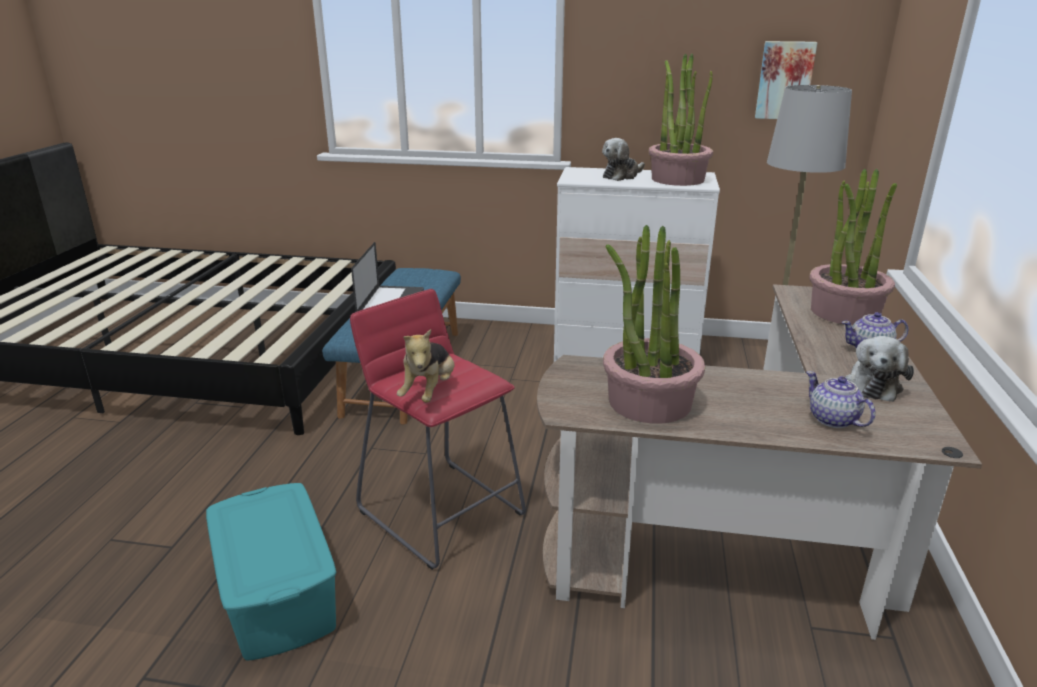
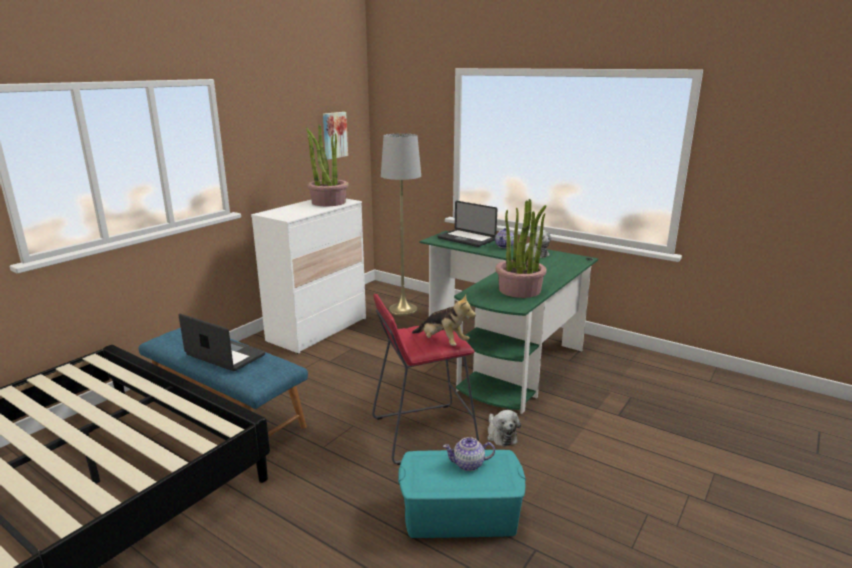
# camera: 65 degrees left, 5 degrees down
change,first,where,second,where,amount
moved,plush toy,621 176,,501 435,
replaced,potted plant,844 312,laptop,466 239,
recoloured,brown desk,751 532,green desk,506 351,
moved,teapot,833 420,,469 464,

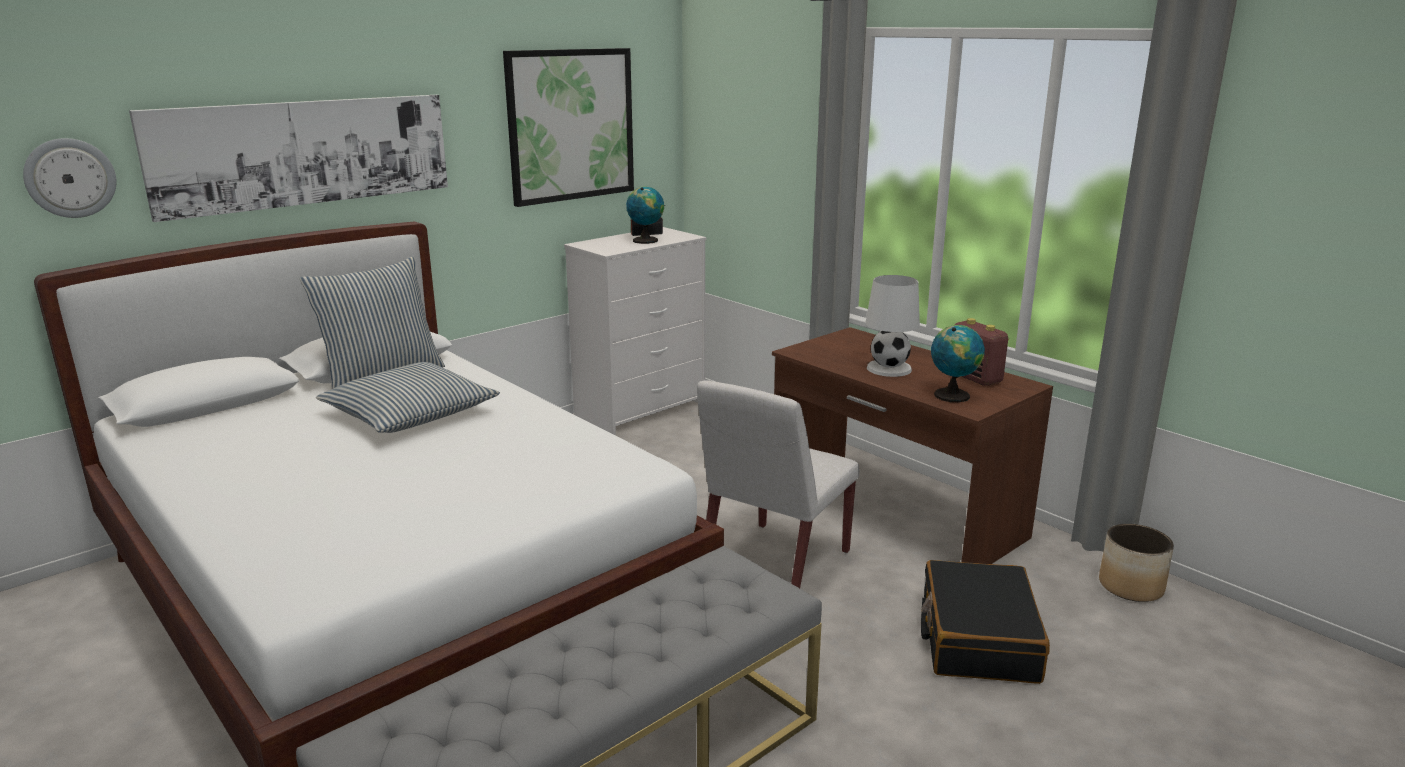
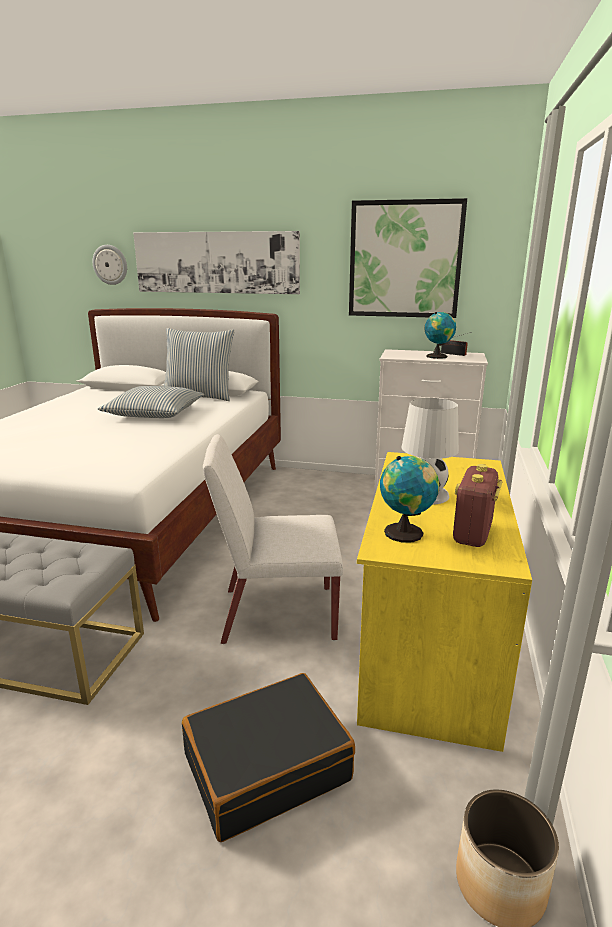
# camera: 55 degrees right, 0 degrees up
change,first,where,second,where,amount
recoloured,brown desk,893 514,yellow desk,428 643,

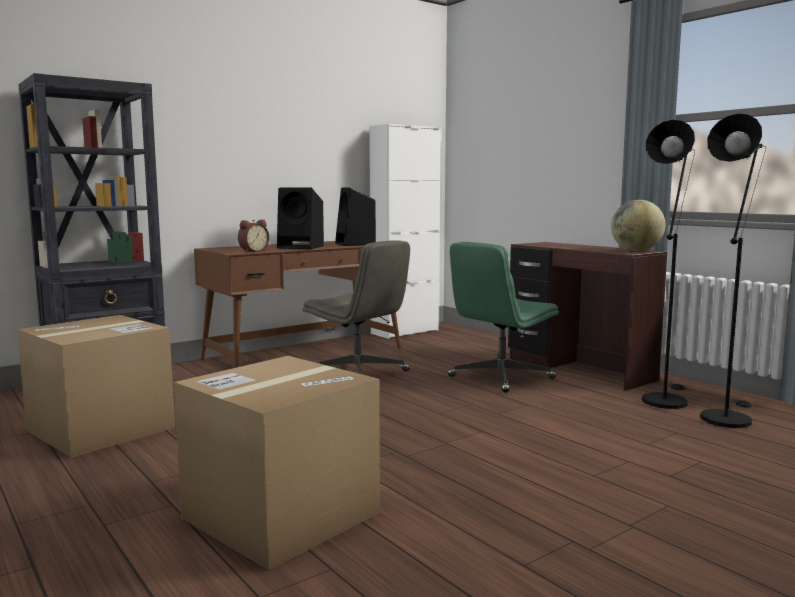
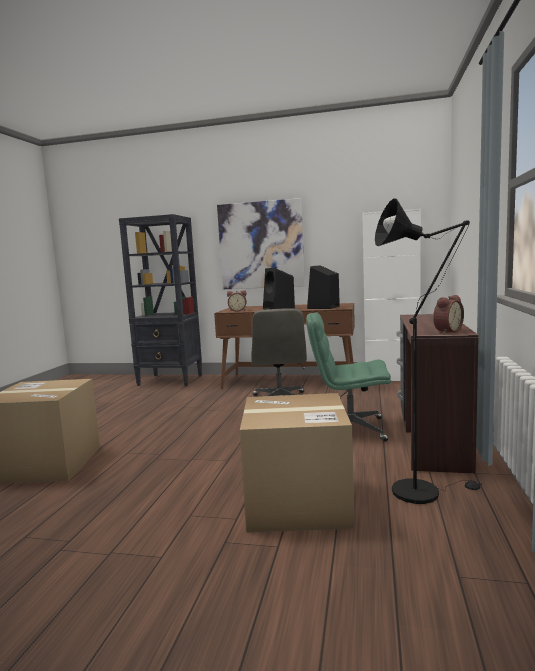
# camera: 50 degrees right, 0 degrees up
change,first,where,second,where,amount
removed,black floor lamp,726 417,,,
replaced,globe,636 251,alarm clock,446 331,
moved,cardboard box,101 429,,297 502,
added,,,picture,261 245,

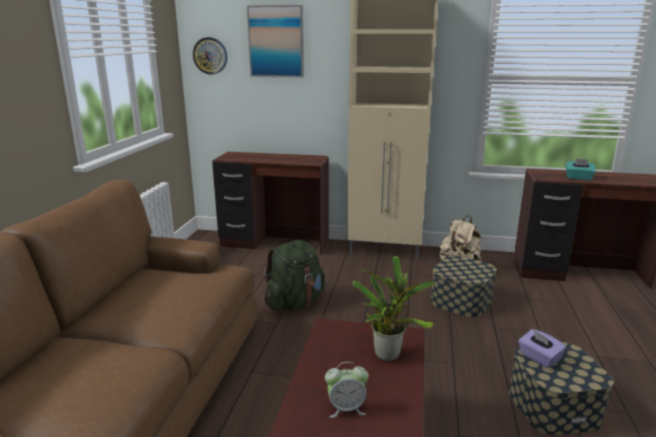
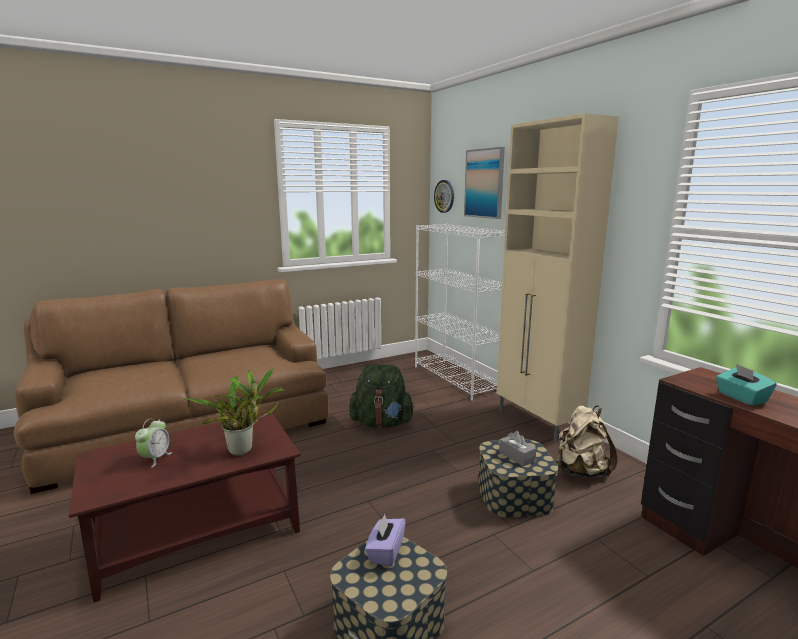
# camera: 50 degrees right, 5 degrees down
change,first,where,second,where,amount
replaced,brown desk,275 244,white bookcase,457 379,
turned,alarm clock,346 408,,155 458,120 degrees counterclockwise
added,,,grey tissue box,516 456,

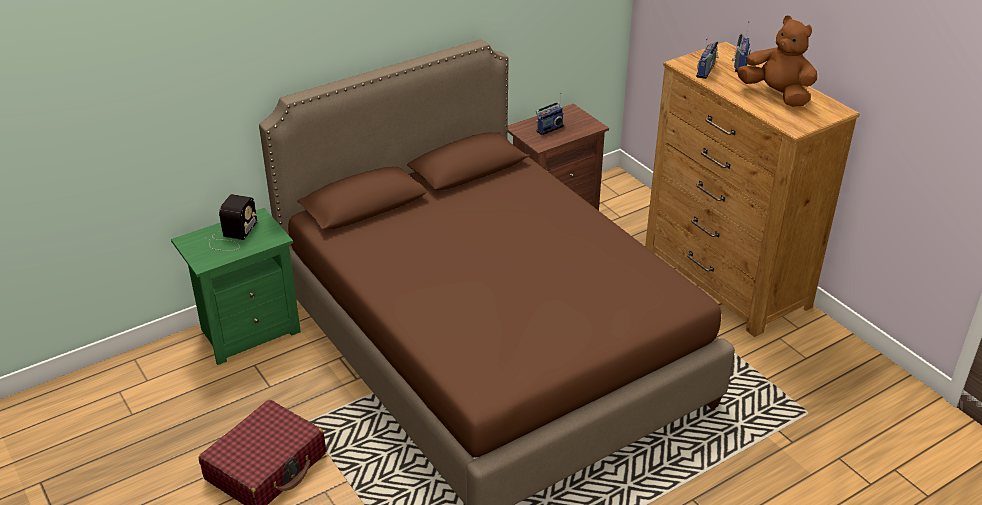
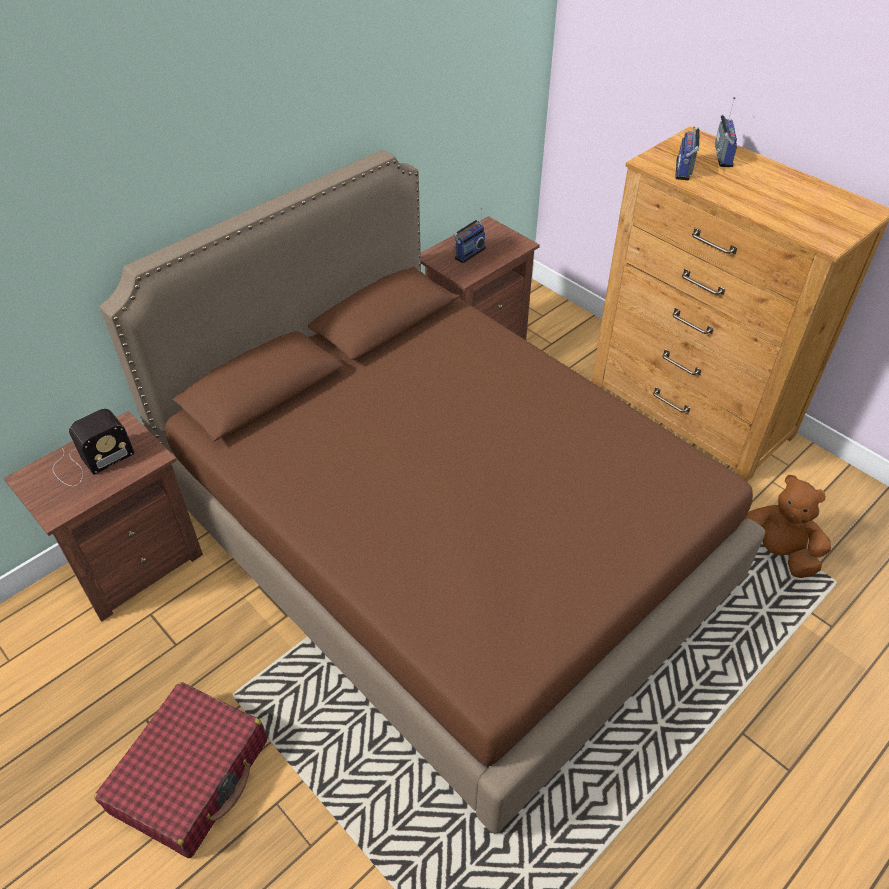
# camera: 10 degrees left, 10 degrees up
change,first,where,second,where,amount
moved,brown plush toy,776 95,,774 553,
turned,radio,232 236,,90 461,45 degrees clockwise
recoloured,green nightstand,248 331,brown nightstand,135 563,

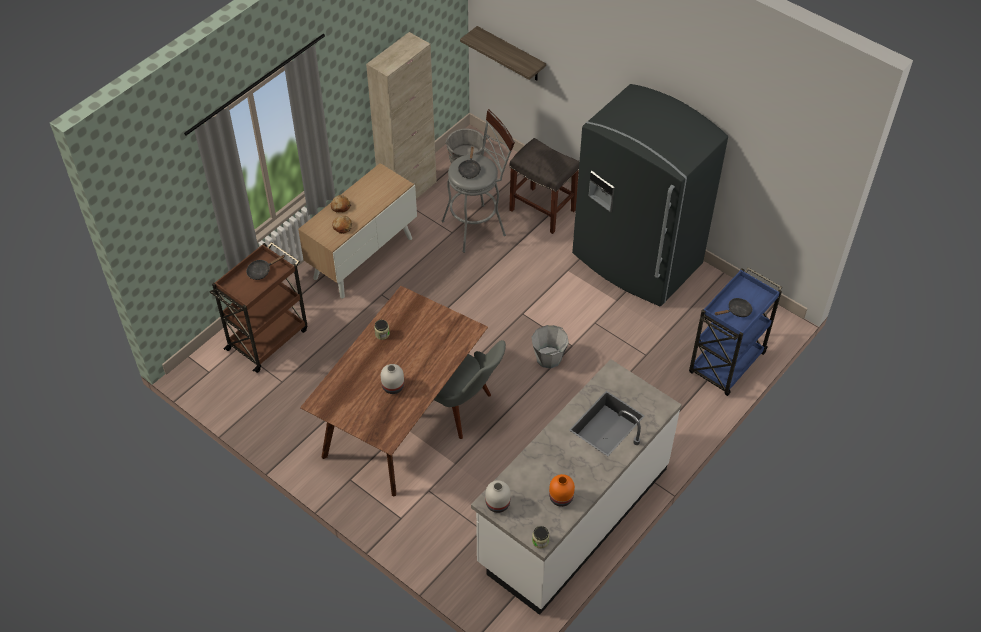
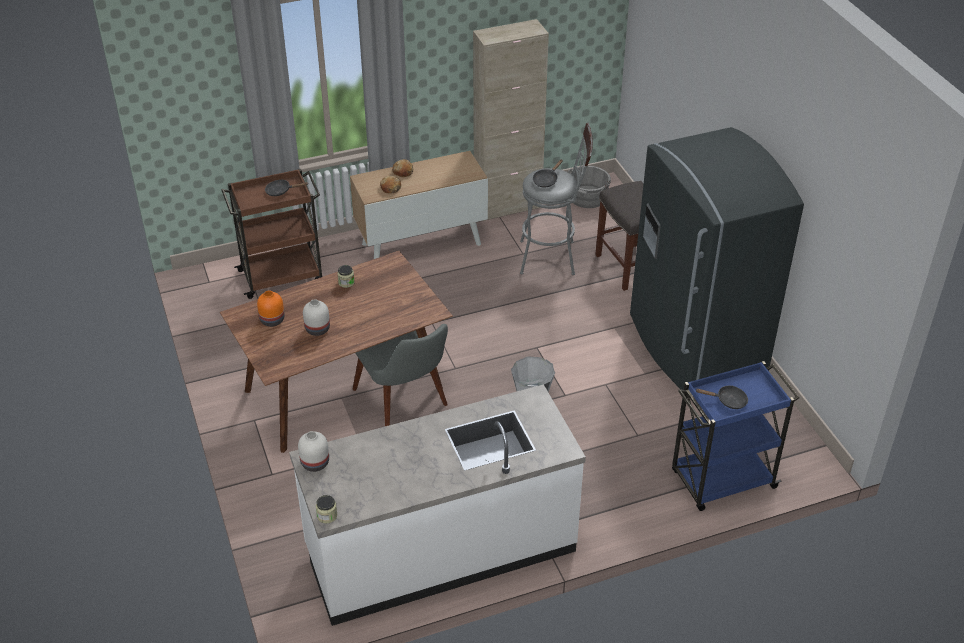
# camera: 30 degrees right, 10 degrees down
change,first,where,second,where,amount
removed,shelf,511 55,,,
moved,orange vase,560 497,,272 320,

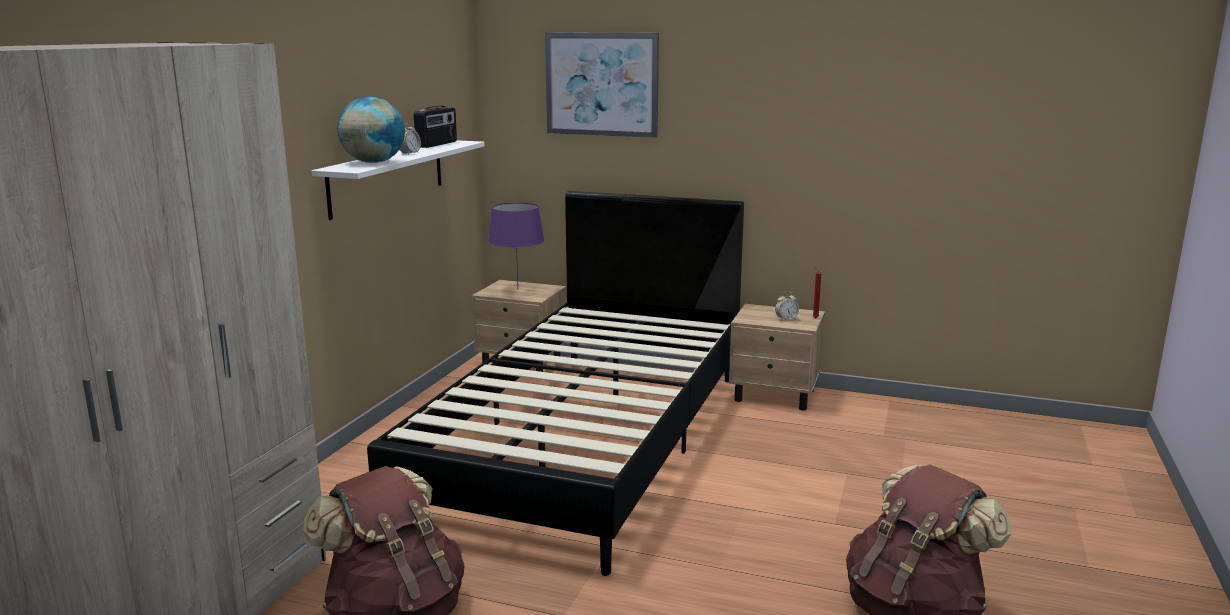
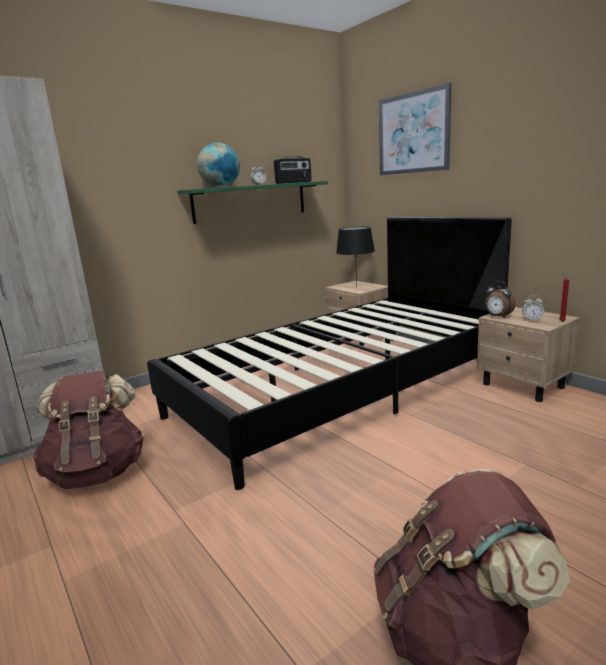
# camera: 35 degrees right, 0 degrees up
change,first,where,second,where,amount
recoloured,white shelf,388 177,green shelf,251 202,
recoloured,purple table lamp,518 289,black table lamp,356 286,
added,,,alarm clock,497 317,

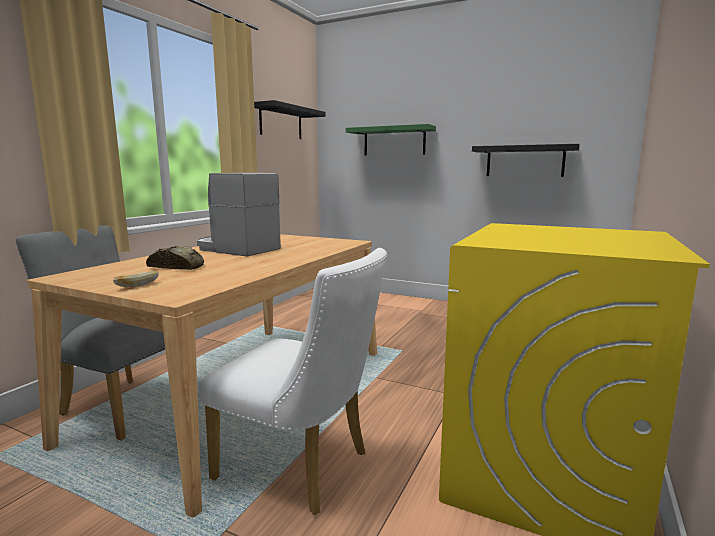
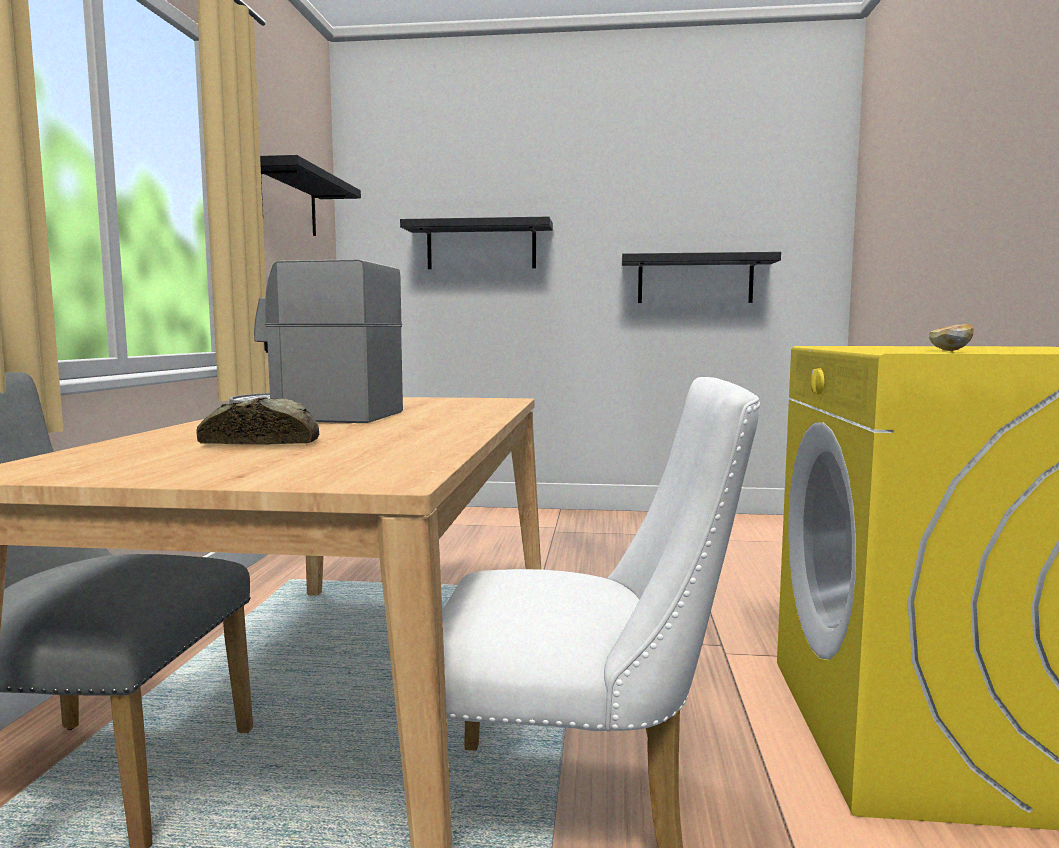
# camera: 20 degrees left, 5 degrees down
change,first,where,second,where,amount
recoloured,green shelf,394 141,black shelf,481 246,
moved,bread,137 286,,949 351,

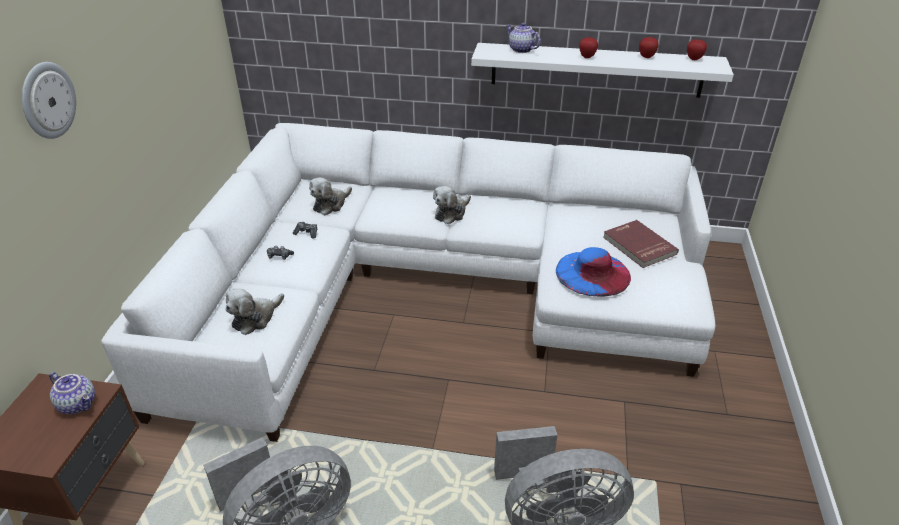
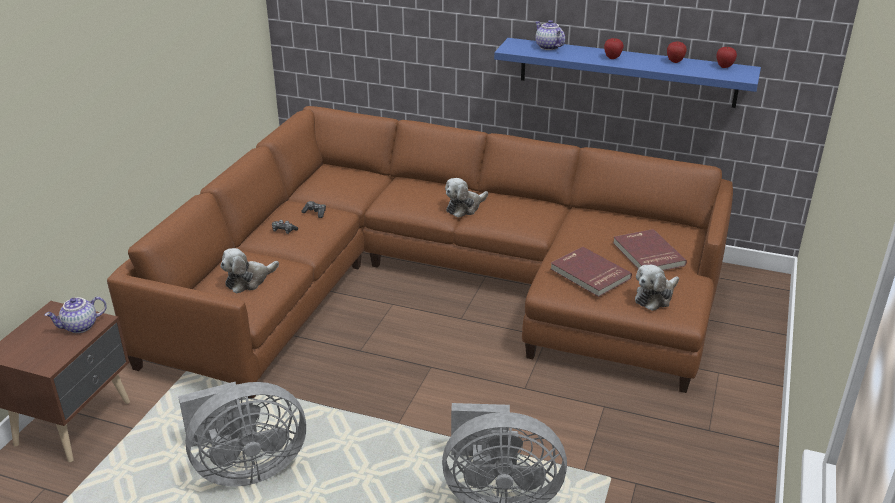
# camera: 10 degrees right, 5 degrees down
change,first,where,second,where,amount
recoloured,white shelf,596 70,blue shelf,627 72,
removed,wall clock,47 100,,,
recoloured,white sofa,431 287,brown sofa,438 283,
moved,plush toy,331 204,,655 297,
replaced,blue hat,592 273,red book,589 274,
turned,teapot,79 403,,80 327,105 degrees clockwise

